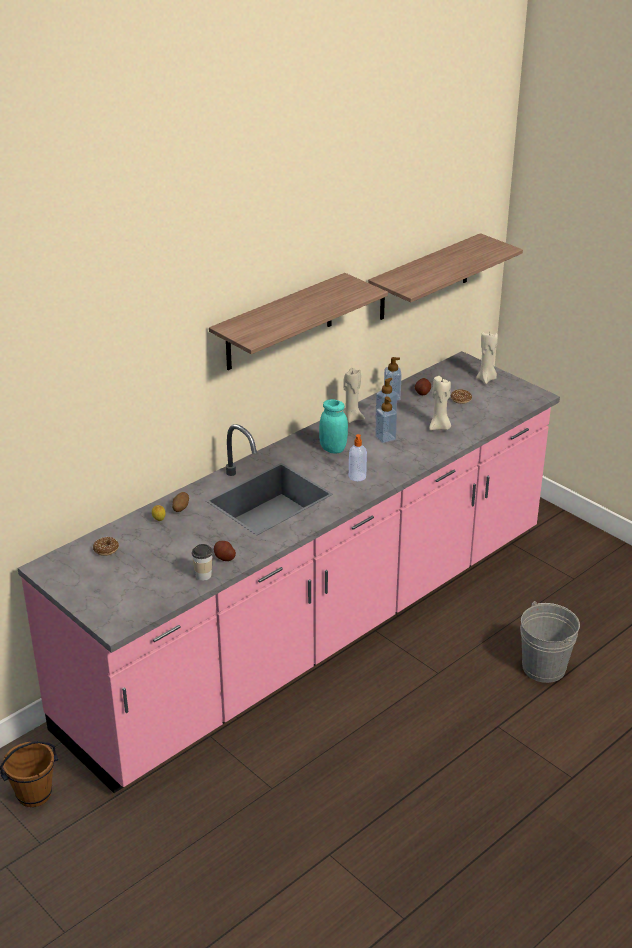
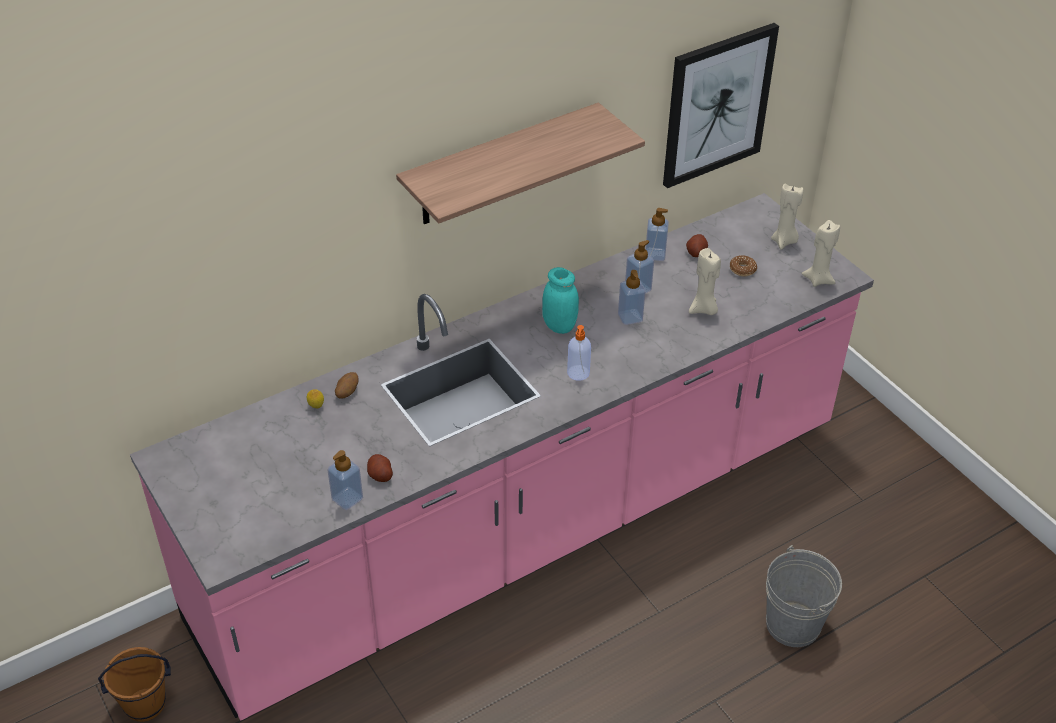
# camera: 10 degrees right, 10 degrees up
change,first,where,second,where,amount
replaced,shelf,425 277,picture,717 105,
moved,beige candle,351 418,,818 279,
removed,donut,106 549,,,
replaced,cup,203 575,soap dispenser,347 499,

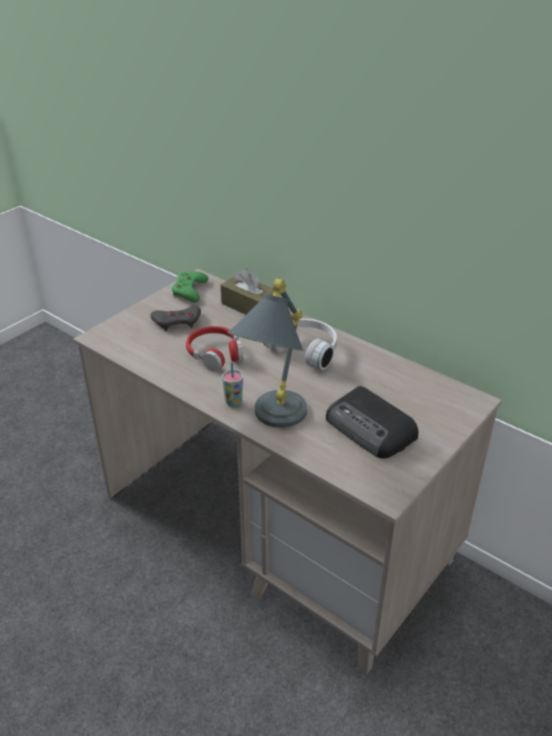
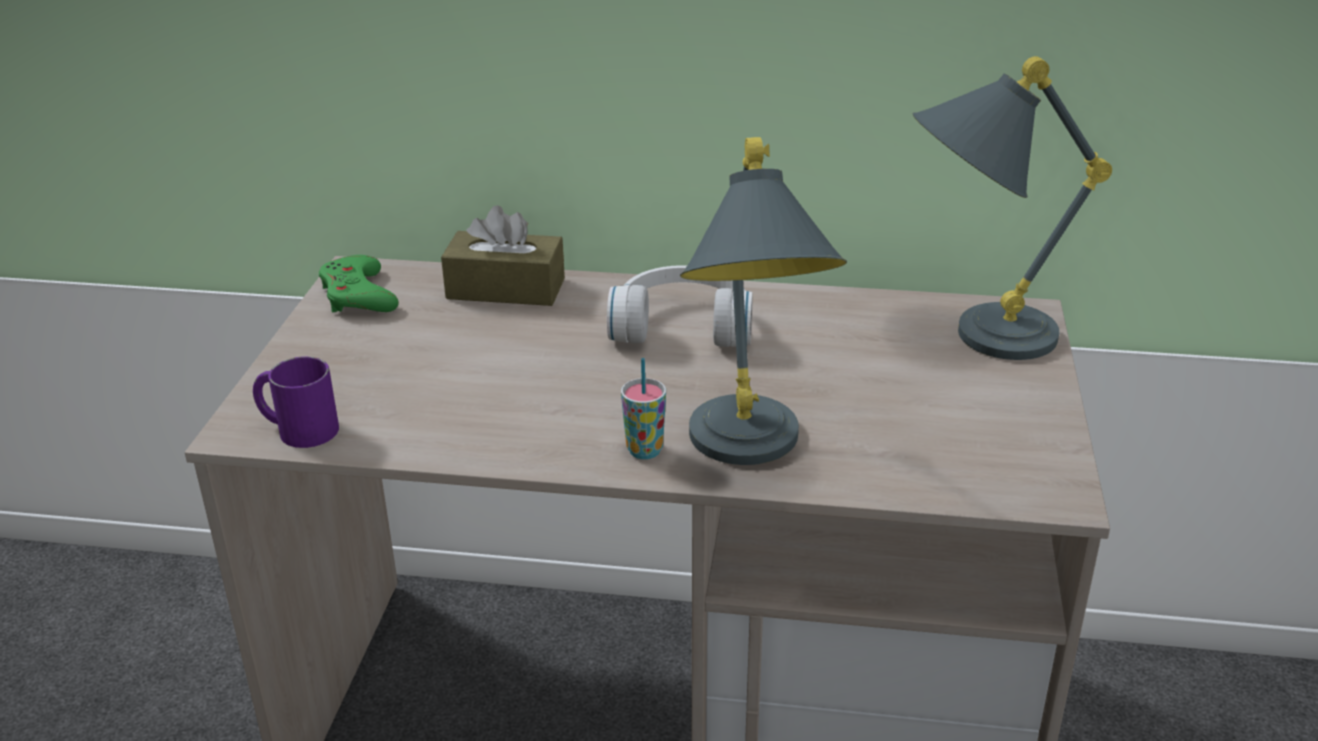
# camera: 30 degrees left, 5 degrees down
change,first,where,second,where,amount
removed,grey game controller,177 322,,,
removed,red headphones,215 354,,,
removed,radio,371 429,,,
added,,,grey table lamp,971 338,
added,,,purple mug,297 429,

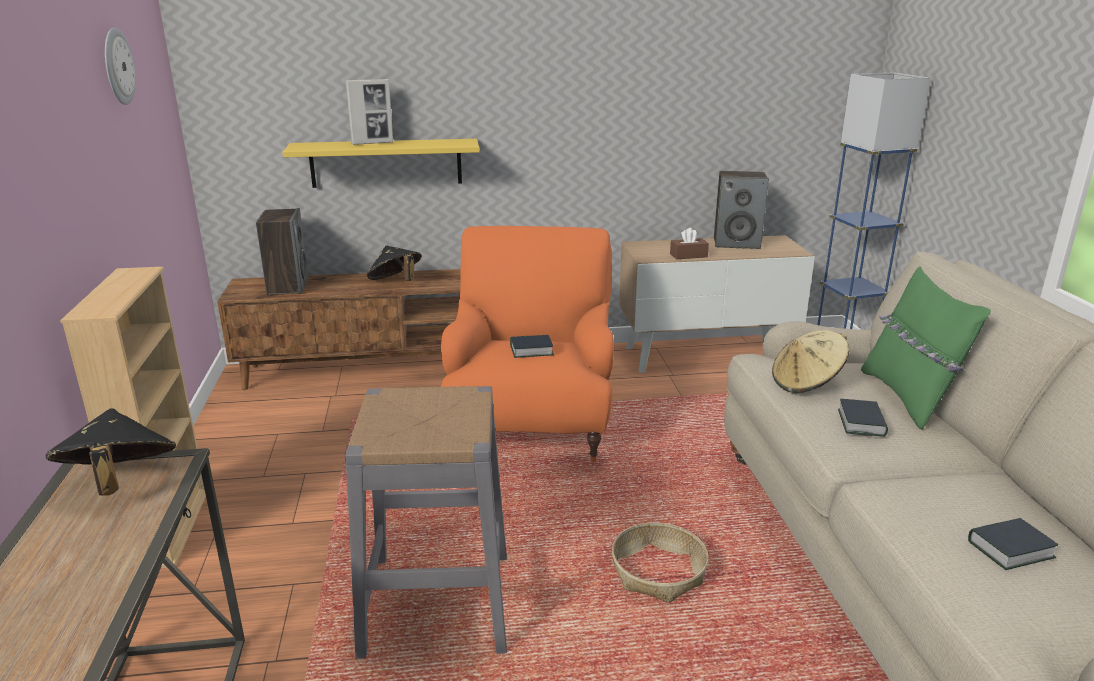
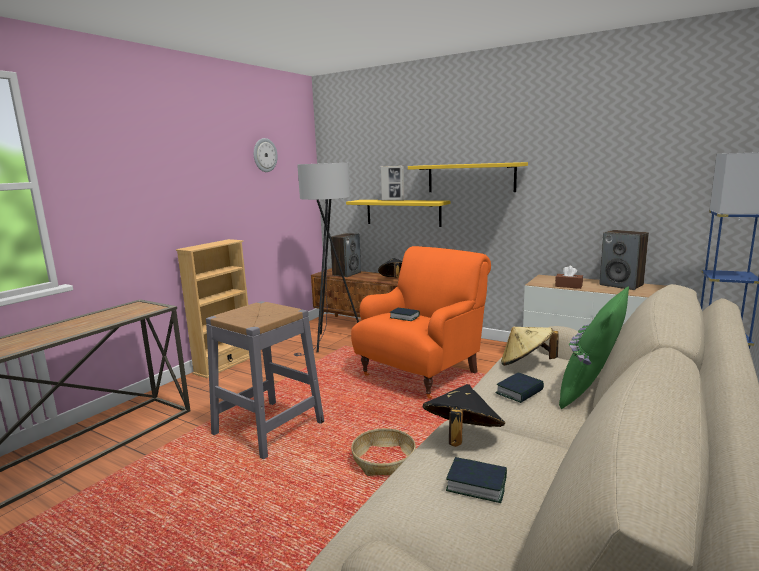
# camera: 40 degrees right, 10 degrees down
change,first,where,second,where,amount
moved,black hat,119 482,,462 438,
added,,,yellow shelf,470 178,
added,,,grey floor lamp,332 343,

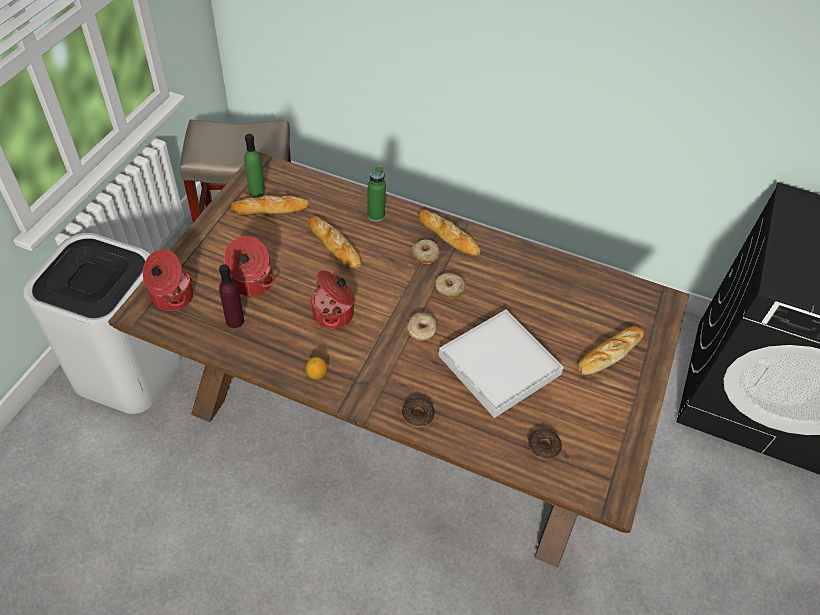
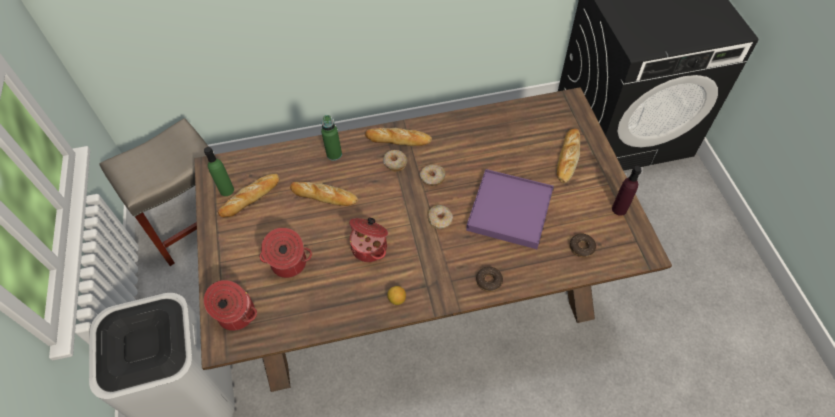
# camera: 30 degrees left, 5 degrees up
change,first,where,second,where,amount
moved,purple bottle,235 321,,619 209,
recoloured,white tray,499 365,purple tray,510 210,

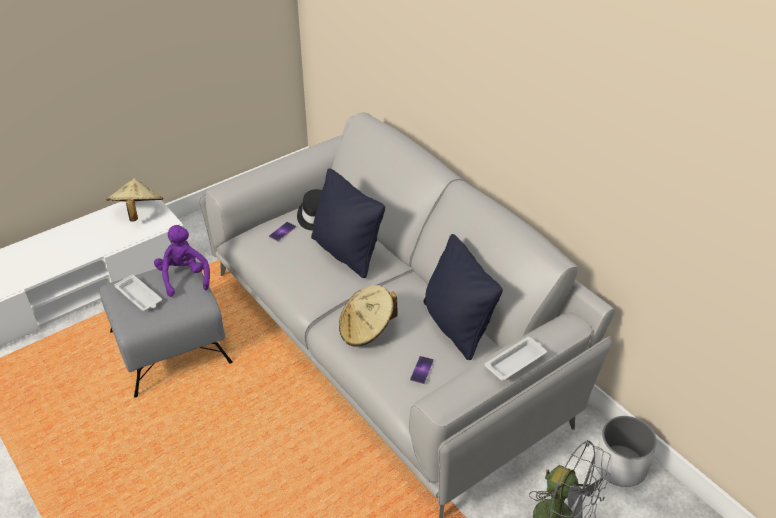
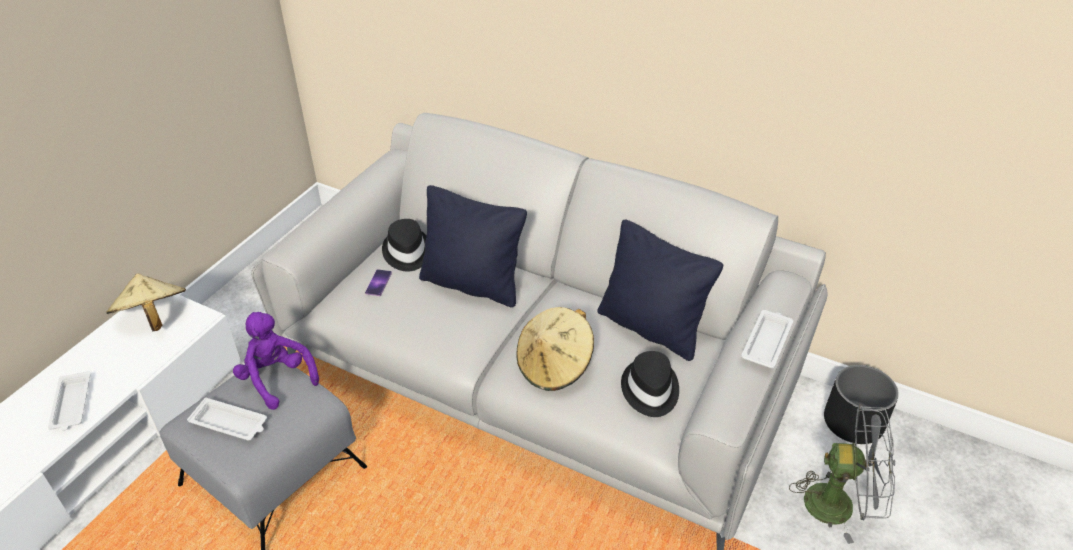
# camera: 25 degrees left, 0 degrees up
change,first,where,second,where,amount
replaced,phone,422 370,black hat,649 390,
recoloured,white planter,621 466,black planter,853 422,
added,,,white tray,72 405,

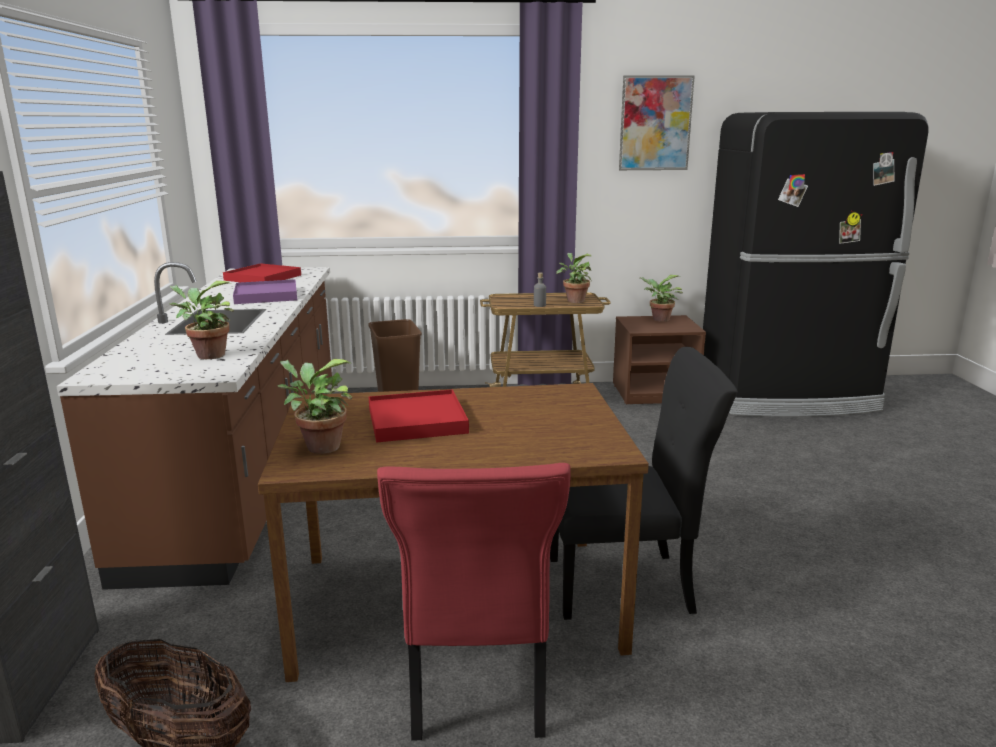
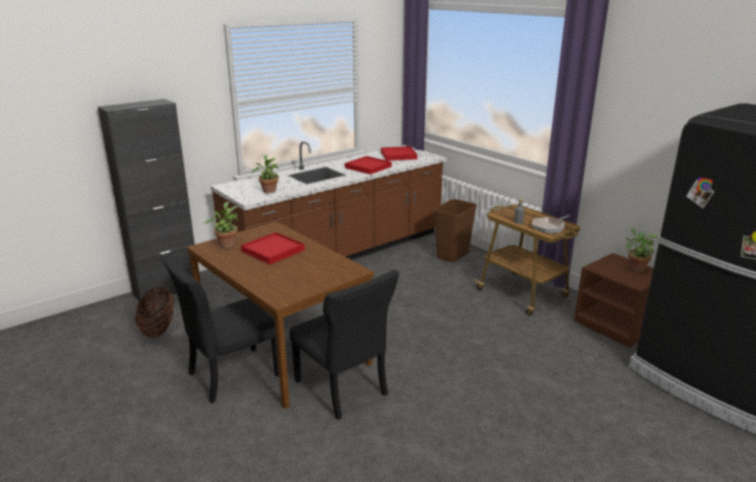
# camera: 55 degrees right, 5 degrees up
change,first,where,second,where,amount
removed,picture,655 123,,,
replaced,potted plant,574 300,frying pan,549 227,
recoloured,purple tray,266 295,red tray,368 167,
recoloured,red chair,477 686,black chair,230 375,

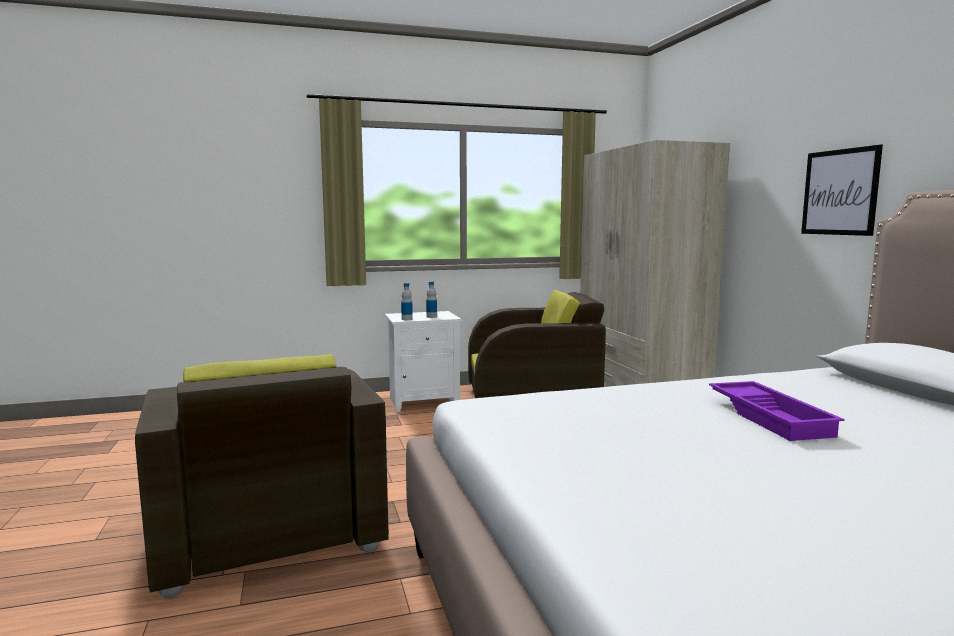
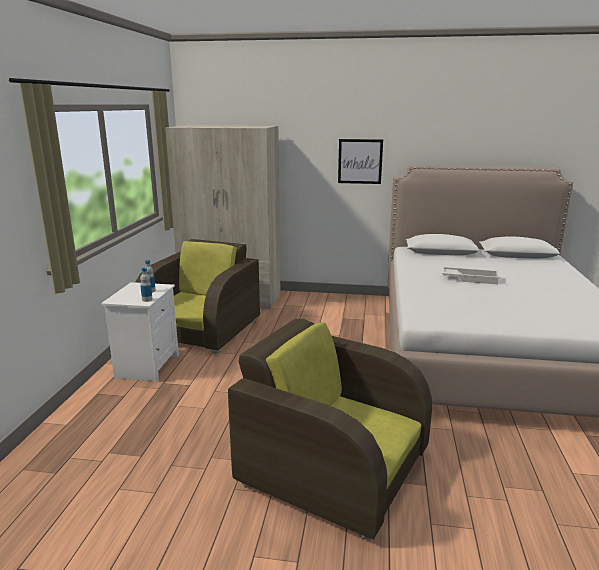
# camera: 65 degrees left, 10 degrees up
change,first,where,second,where,amount
turned,brown armchair,267 528,,333 468,150 degrees counterclockwise
recoloured,purple tray,771 417,white tray,469 278,

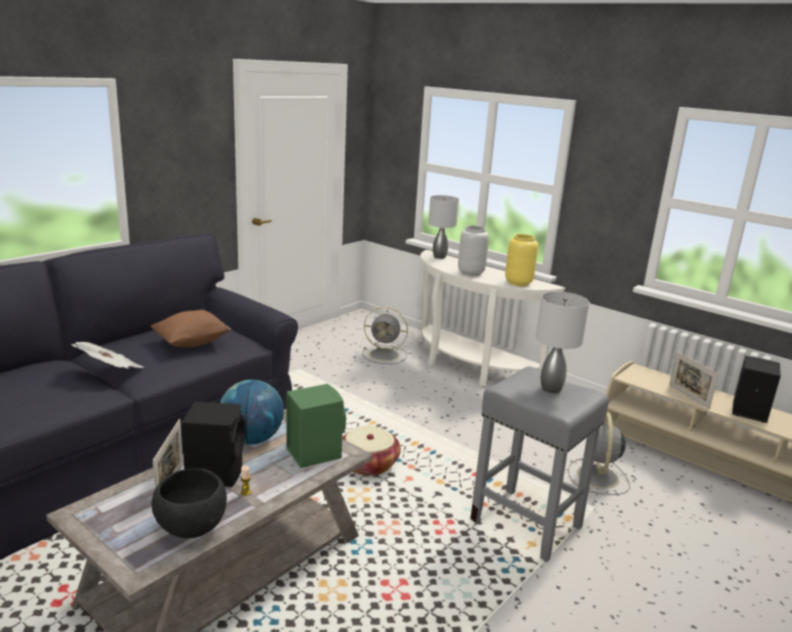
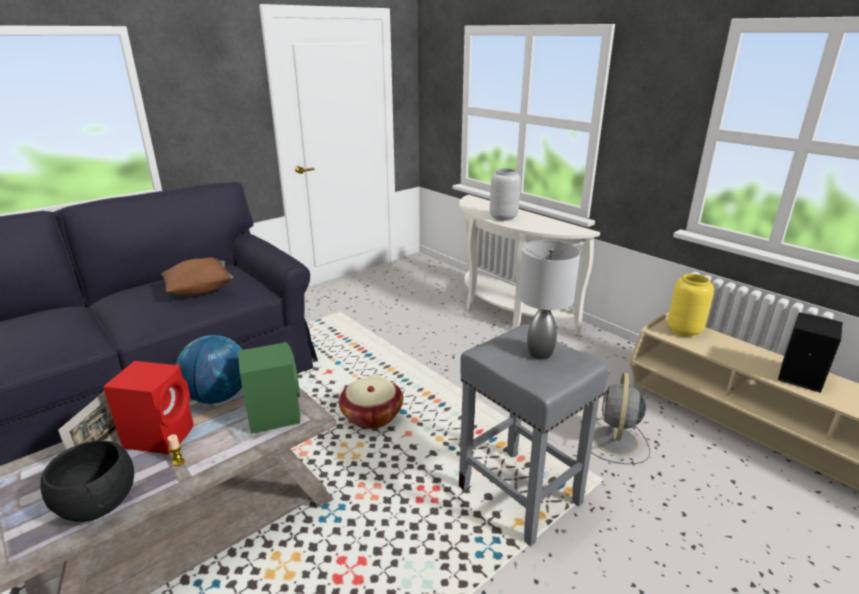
# camera: 10 degrees right, 5 degrees up
change,first,where,second,where,amount
removed,grey table lamp,439 257,,,
moved,yellow vase,517 283,,683 330,
removed,grey fan,385 355,,,
removed,newspaper,110 371,,,
removed,picture frame,688 396,,,
recoloured,black speaker,216 472,red speaker,161 435,

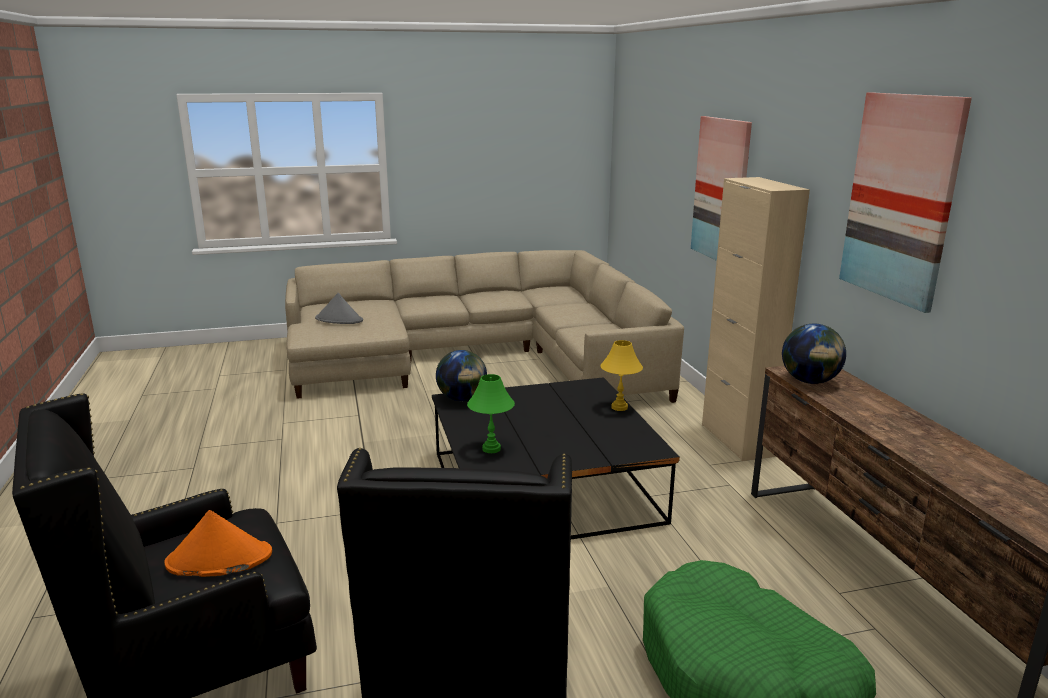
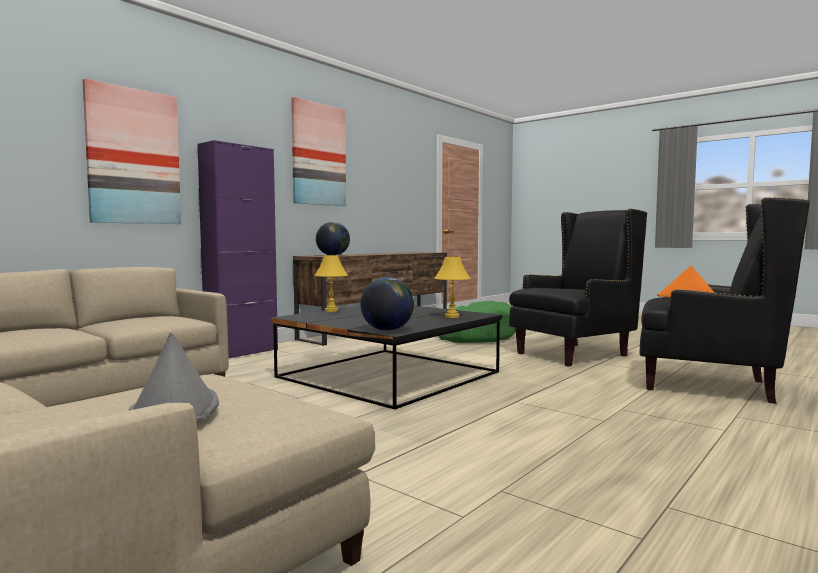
# camera: 125 degrees left, 15 degrees down
change,first,where,second,where,amount
recoloured,beige cabinet,737 440,purple cabinet,242 353,
recoloured,green table lamp,491 449,yellow table lamp,451 316,

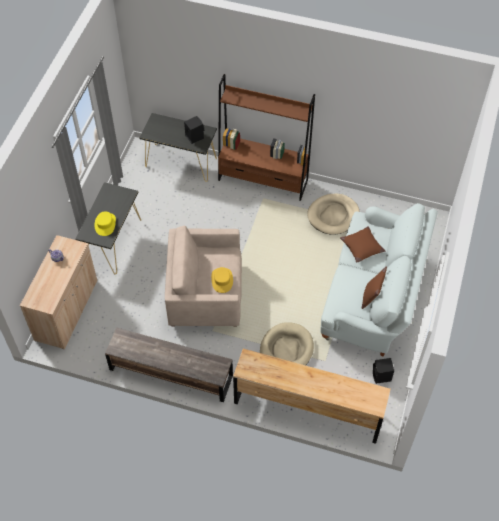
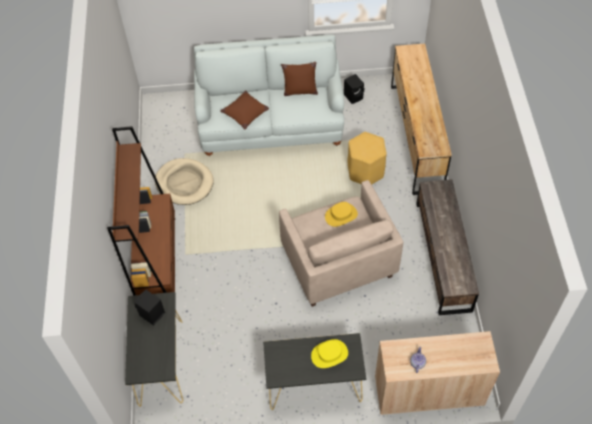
# camera: 110 degrees left, 0 degrees up
change,first,where,second,where,amount
replaced,beige dog bed,286 350,yellow stool,365 171,

